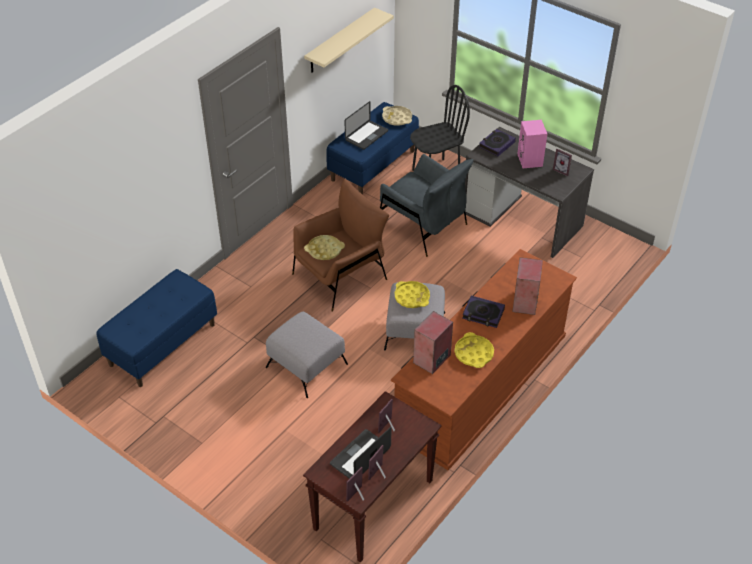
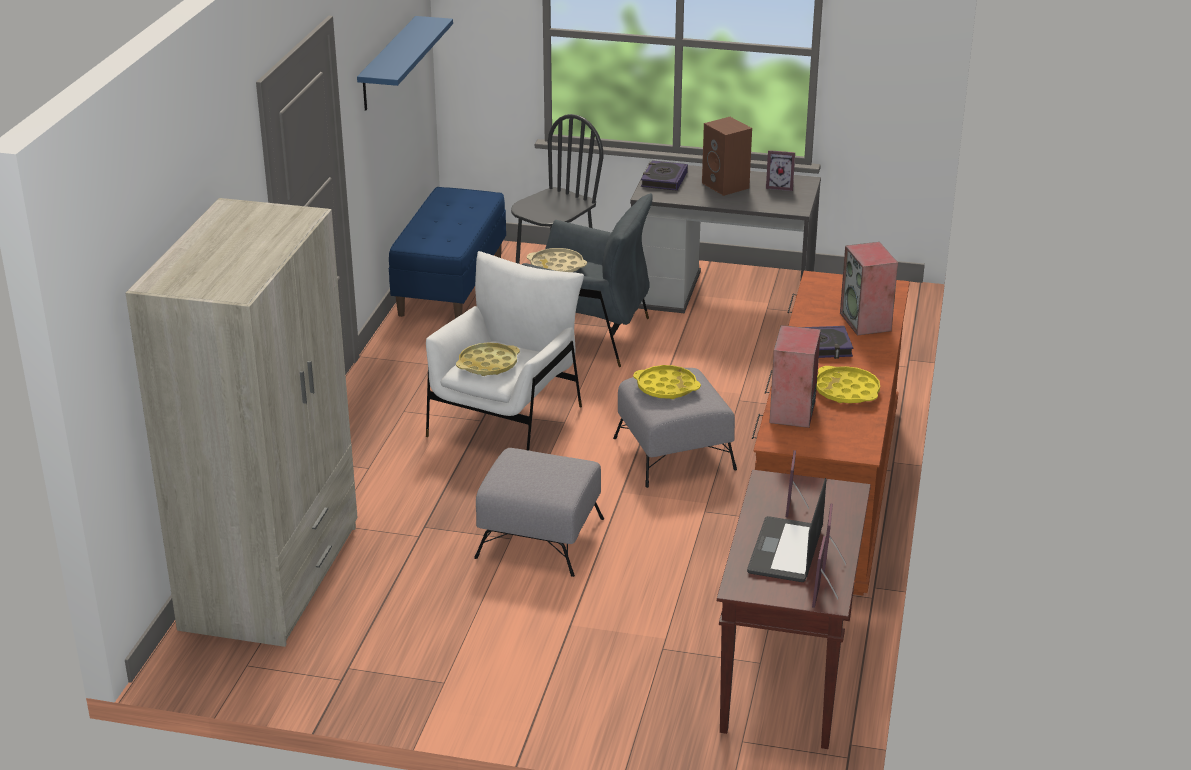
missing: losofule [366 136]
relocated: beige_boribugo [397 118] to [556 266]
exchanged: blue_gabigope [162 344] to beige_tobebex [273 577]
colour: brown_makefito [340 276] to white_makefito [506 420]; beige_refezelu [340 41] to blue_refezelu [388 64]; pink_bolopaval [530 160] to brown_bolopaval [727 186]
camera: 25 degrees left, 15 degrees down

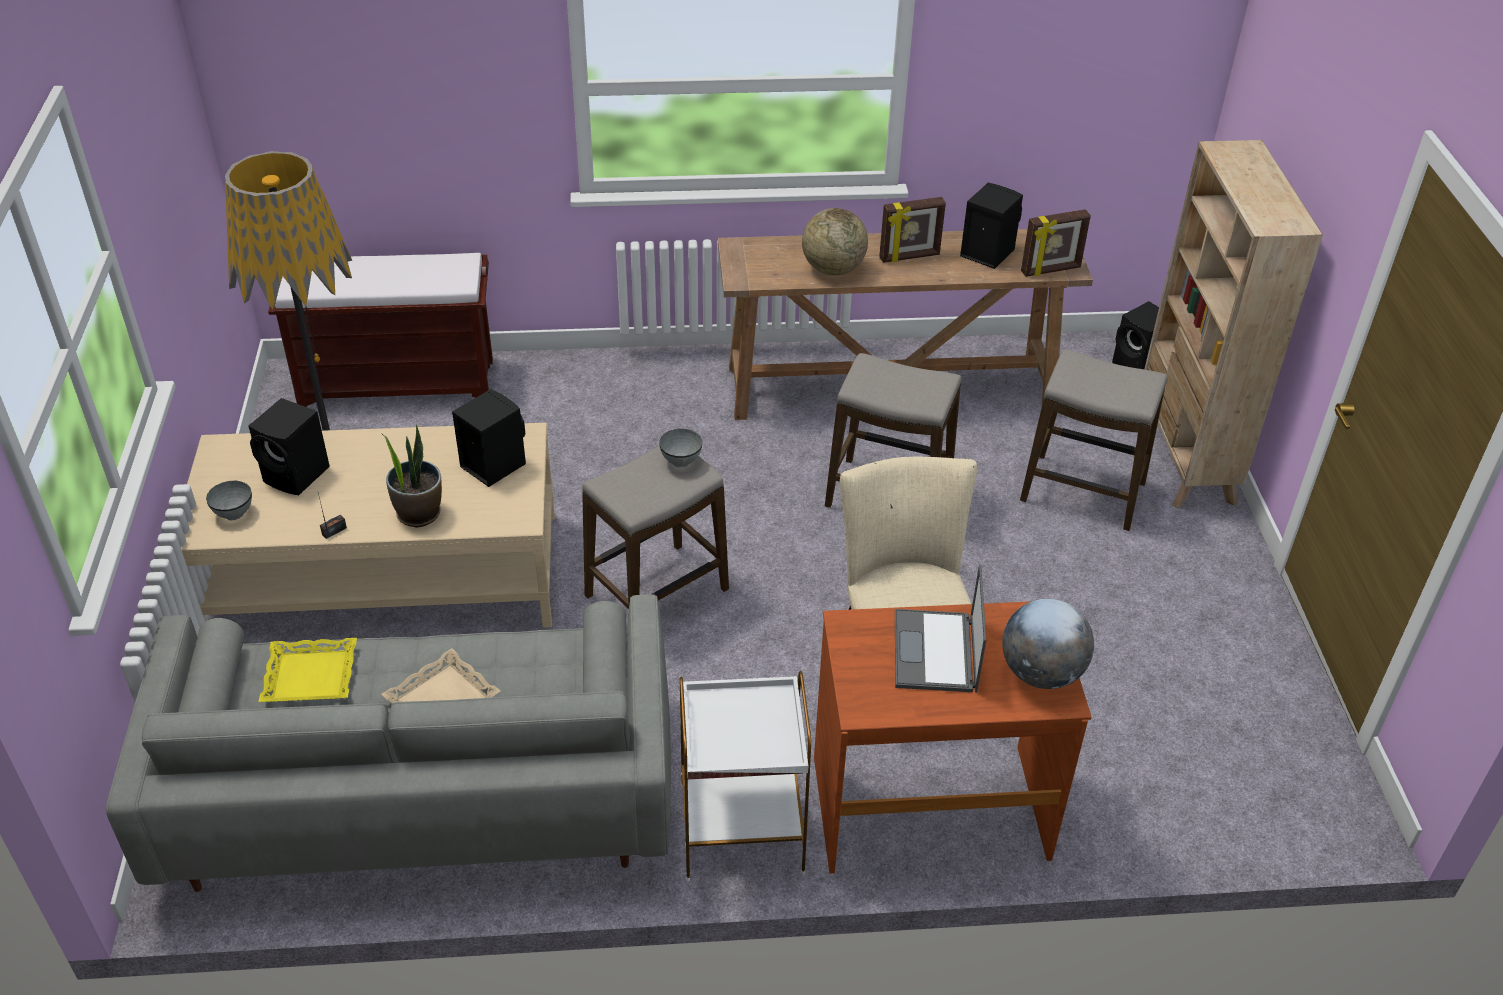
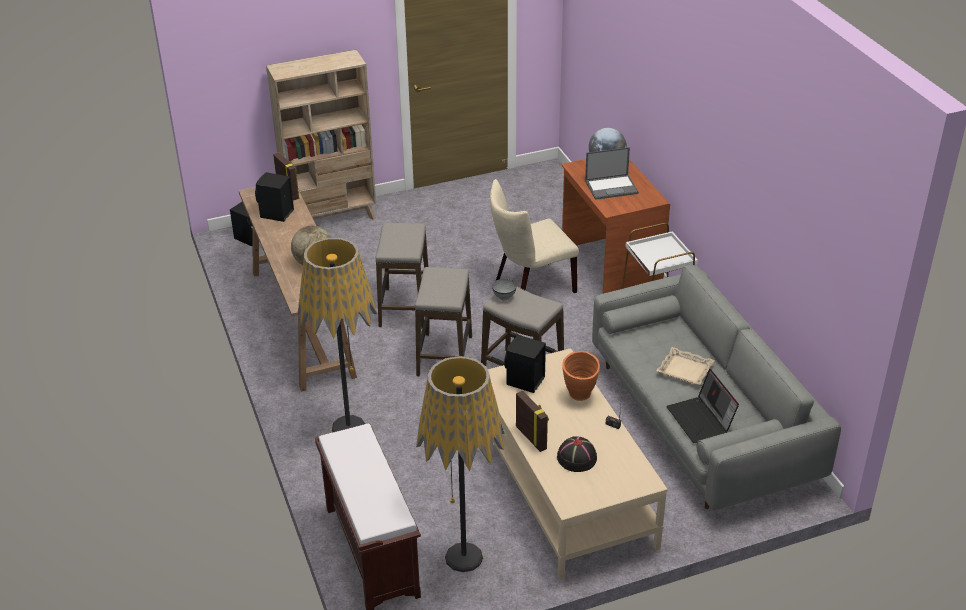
missing: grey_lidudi [233 513]
appeared: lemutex [348 427]
relocated: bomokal [909 257] to [531 437]; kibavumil [1082 492] to [444 356]
exchanged: black_bolopaval [297 476] to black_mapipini [576 458]; yellow_boribugo [310 677] to losofule [701 420]; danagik [419 513] to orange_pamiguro [580 397]
camera: 105 degrees left, 5 degrees down

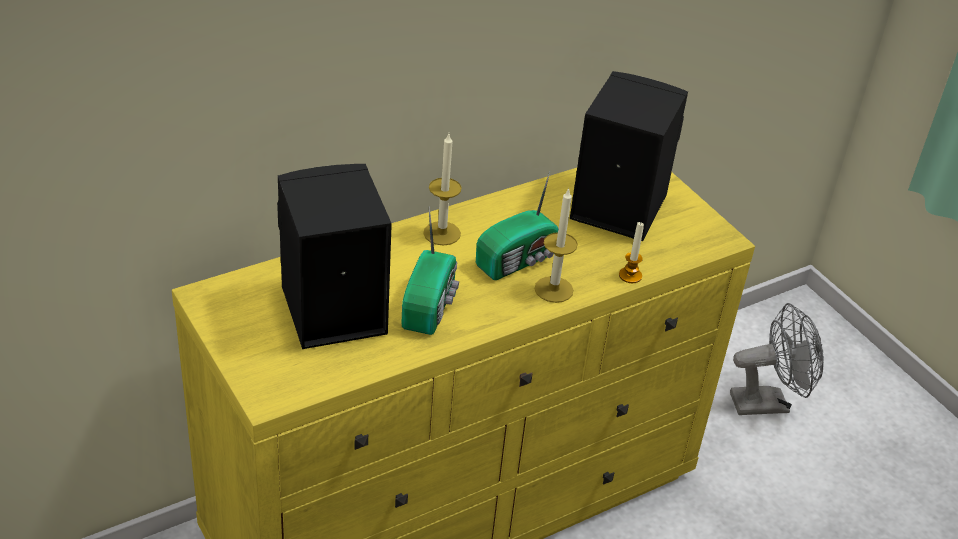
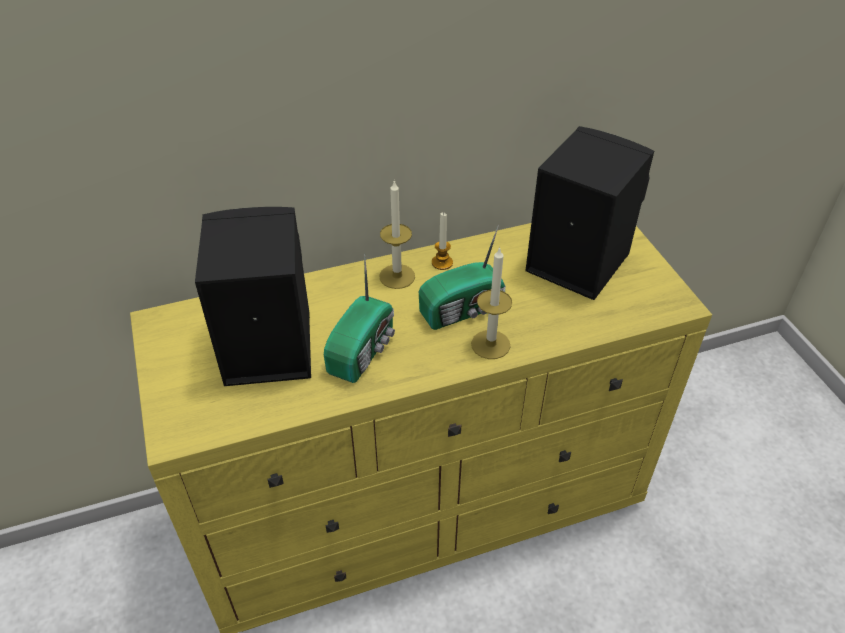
missing: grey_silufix [768 402]
relocated: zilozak [630 276] to [442 263]
camera: 15 degrees right, 5 degrees up

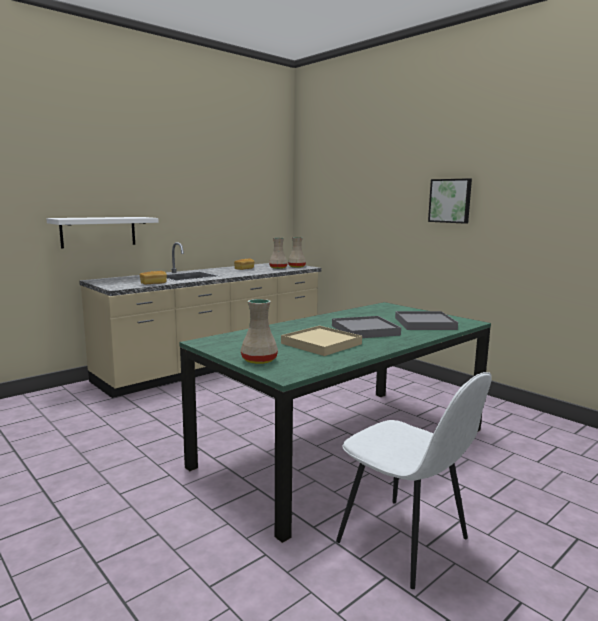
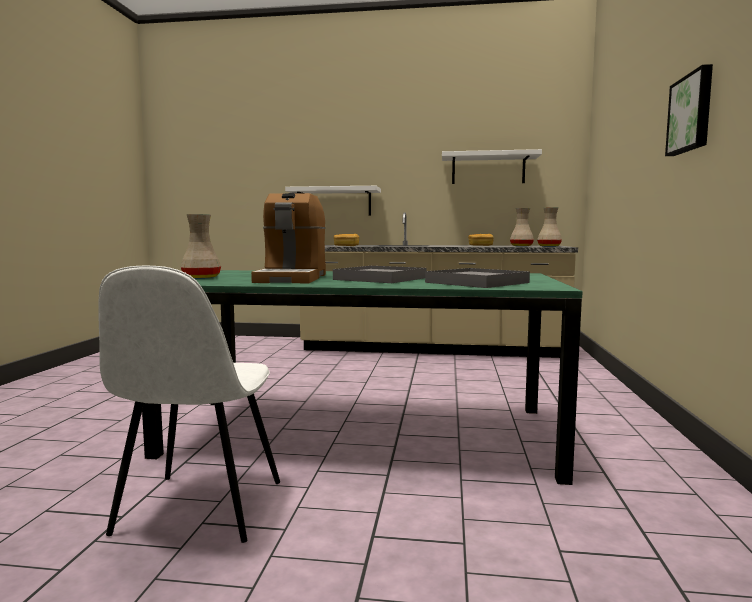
appeared: white_refezelu [488 169]
exchanged: beige_boribugo [321 344] to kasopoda [292 278]
camera: 50 degrees right, 5 degrees down

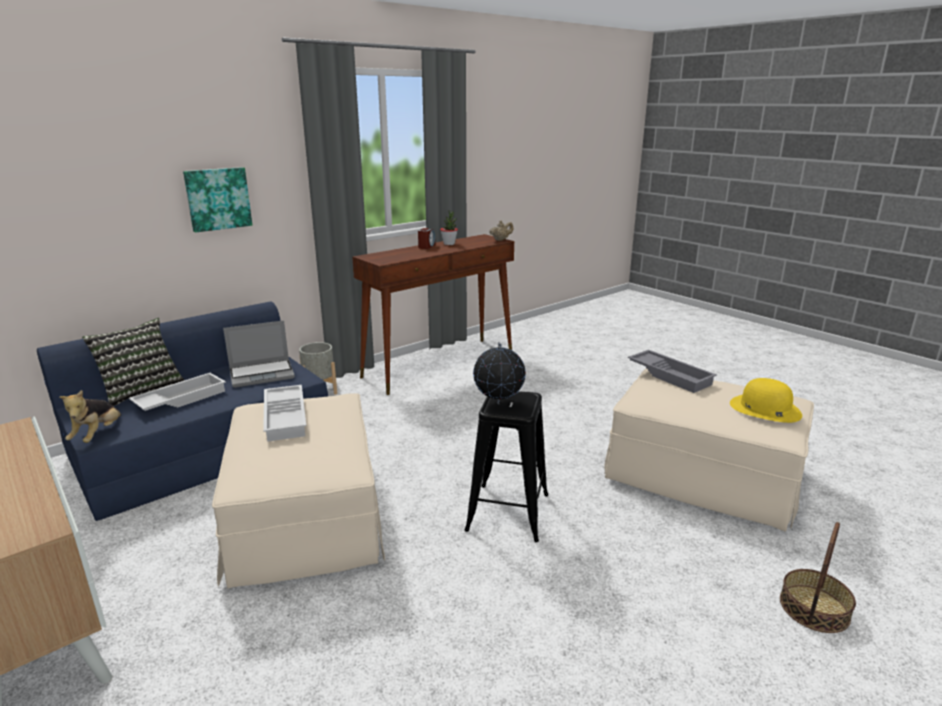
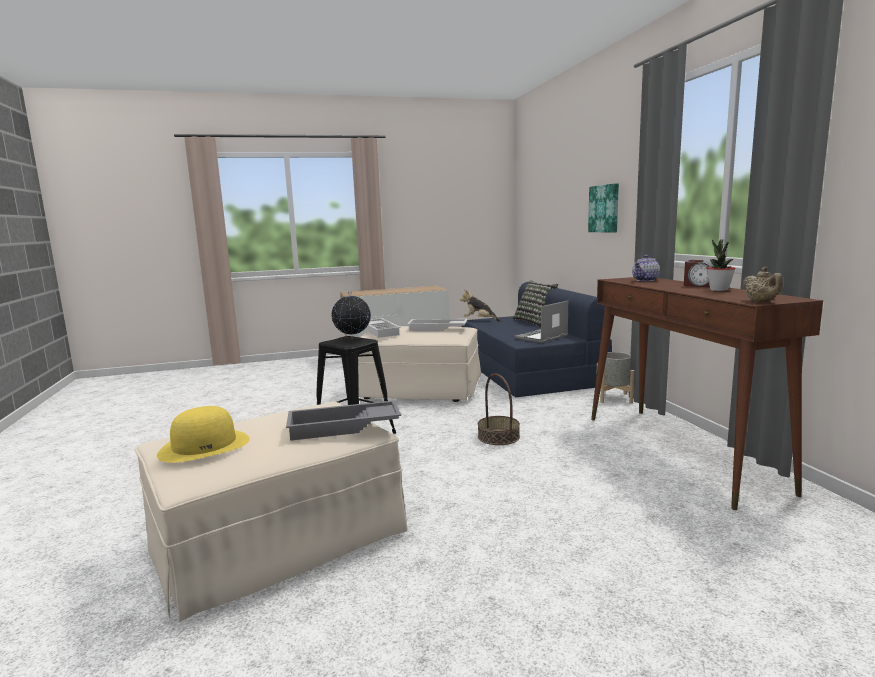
appeared: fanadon [645 280]
relocated: white_boribugo [180 399] to [381 331]; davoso [814 608] to [498 437]
spun: losofule [262 374] = [541 337] 45 degrees clockwise
camera: 115 degrees right, 10 degrees down

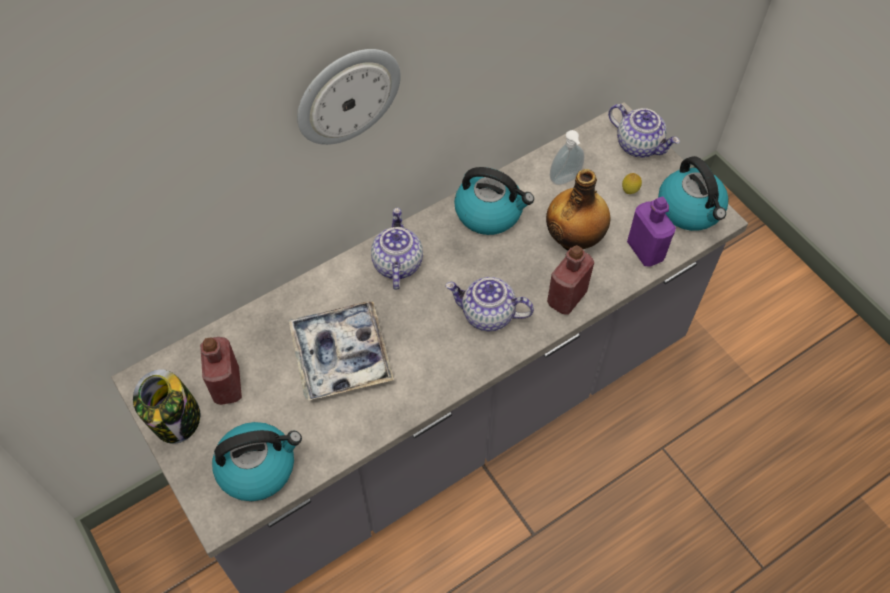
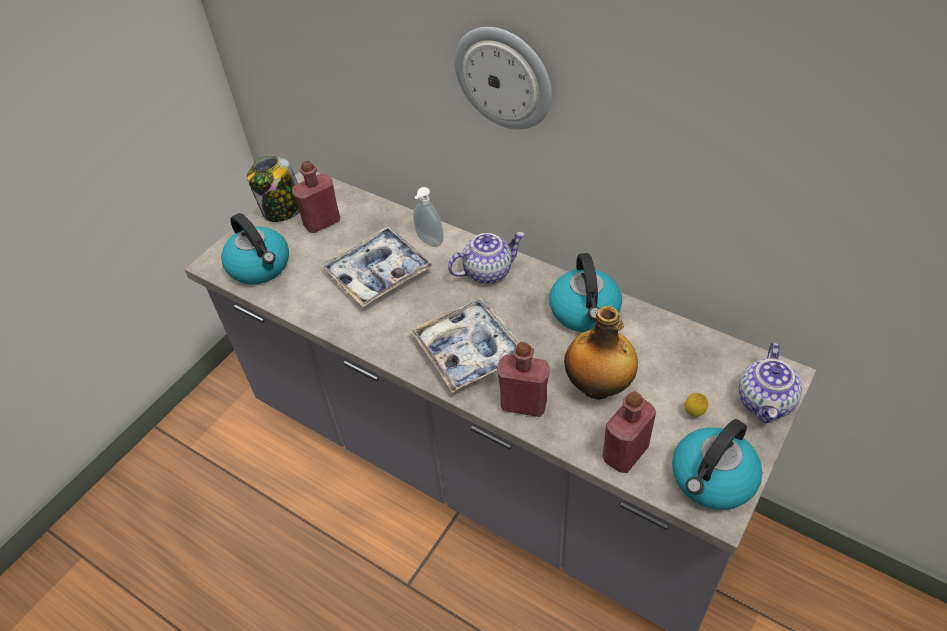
relocated: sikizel [565 180] to [429 242]
exchanged: fanadon [487 315] to boribugo [469 351]
colour: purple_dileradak [645 250] to red_dileradak [625 453]
camera: 70 degrees right, 10 degrees down

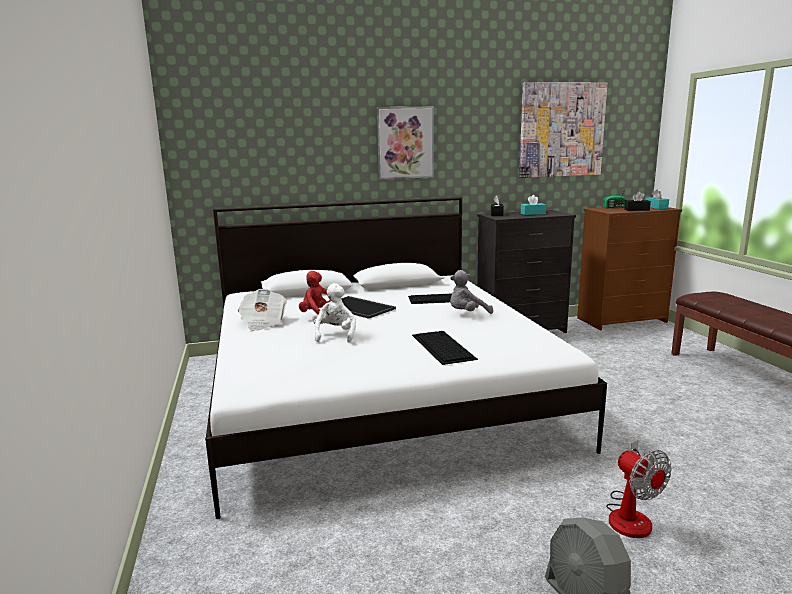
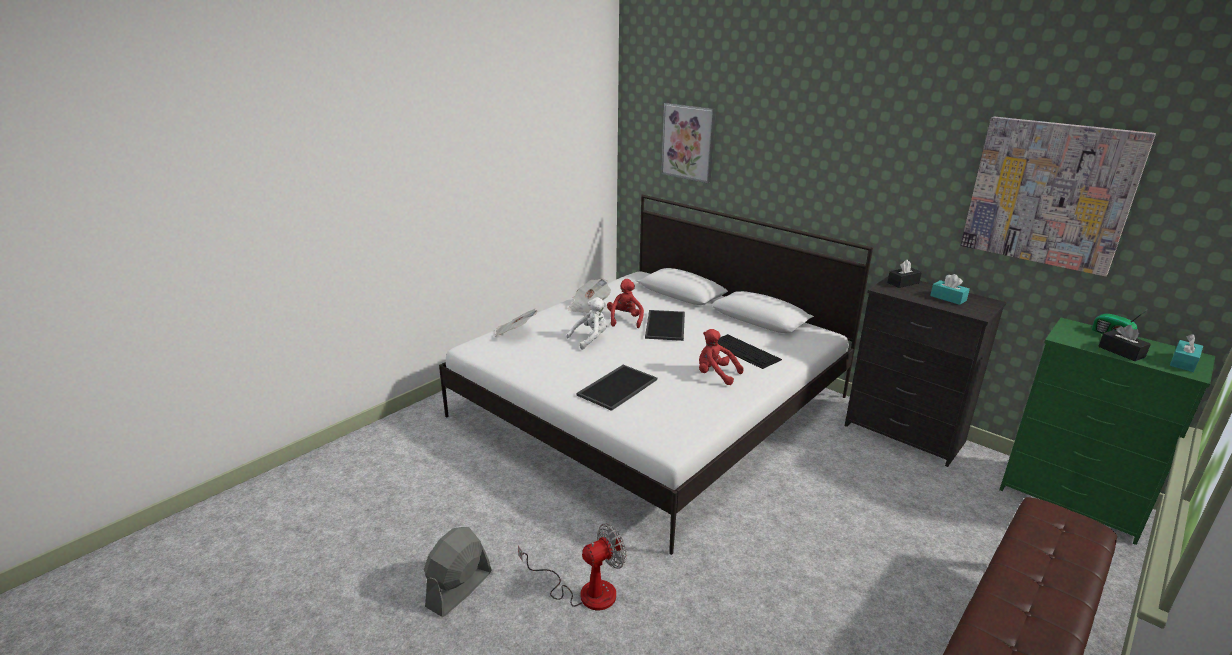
appeared: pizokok [515 333]
relocated: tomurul [405 143] to [688 142]
exchanged: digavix [442 346] to boribugo [617 386]
colour: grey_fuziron [467 314] to red_fuziron [715 374]; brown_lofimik [622 320] to green_lofimik [1072 501]
spun: silufix [631 514] = [585 591] 150 degrees counterclockwise
camera: 55 degrees right, 10 degrees up

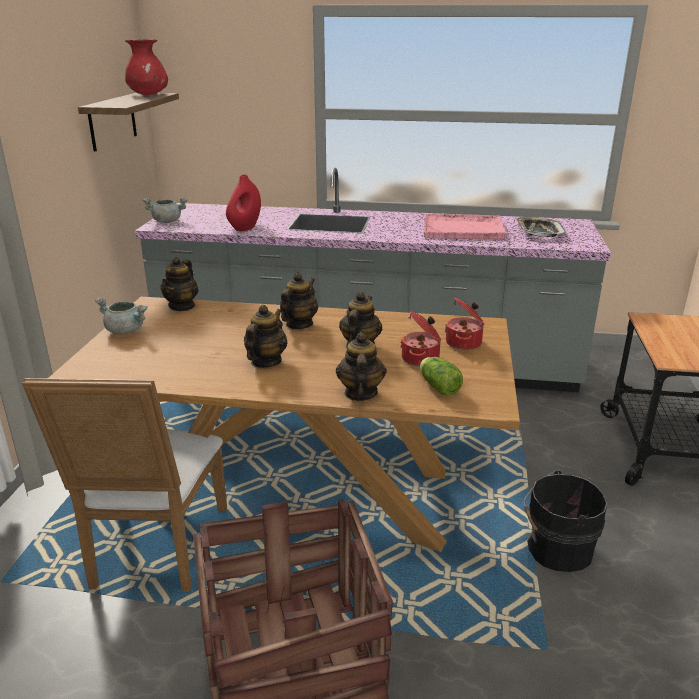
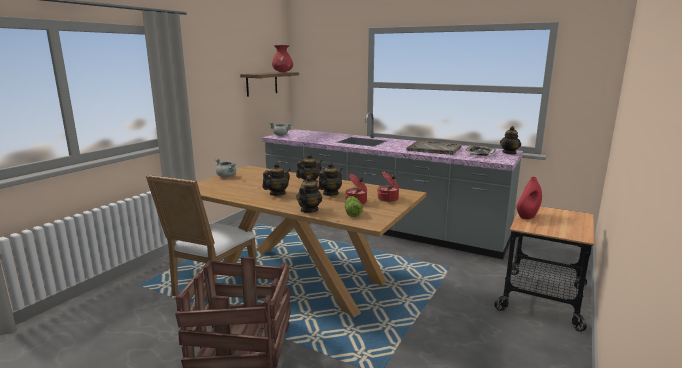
missing: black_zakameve [556 549]
relocated: fanadon [182 306] to [509 153]; red_pamiguro [245 228] to [527 217]
colour: pink_boribugo [464 229] to grey_boribugo [434 149]
camera: 20 degrees right, 10 degrees down

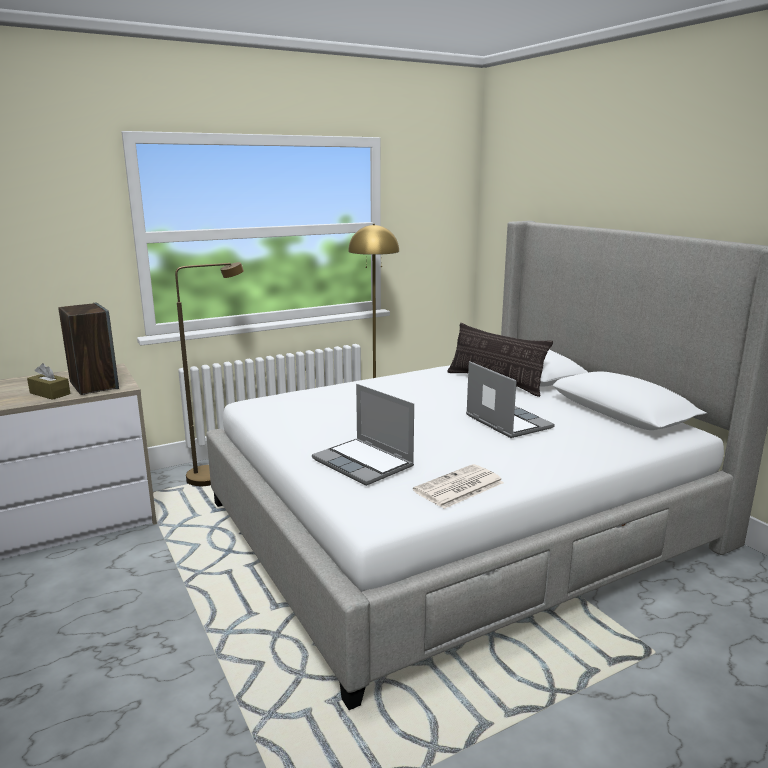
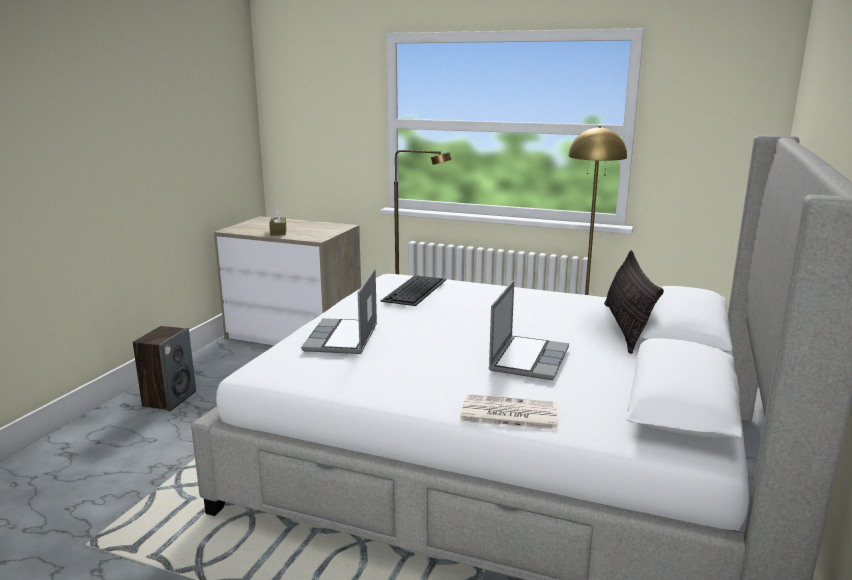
appeared: digavix [414 290]
relocated: bolopaval [93 385] to [169 399]; pizokok [458 487] to [507 413]
camera: 50 degrees right, 0 degrees up

